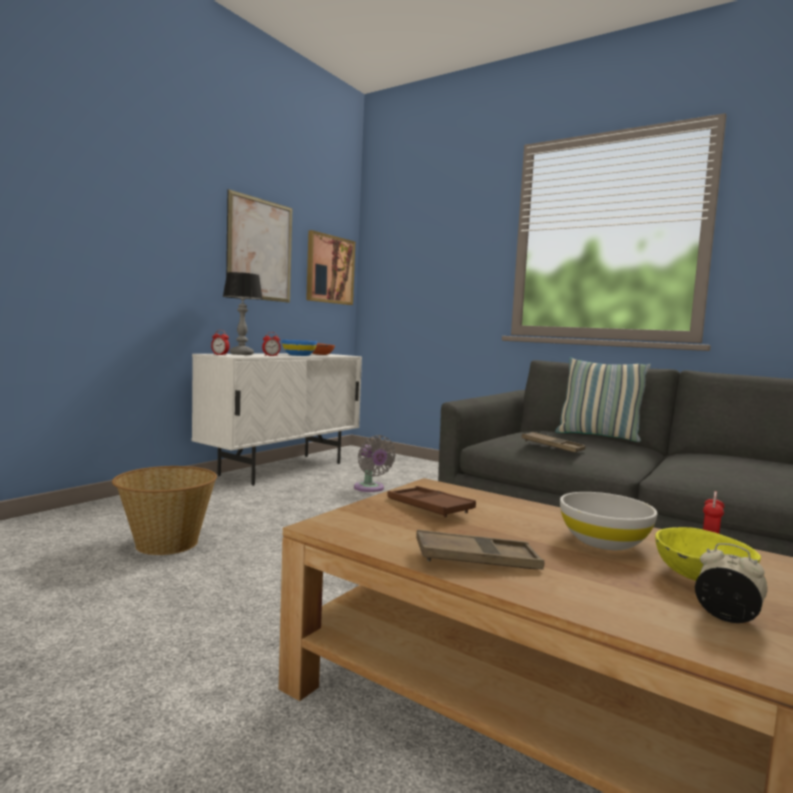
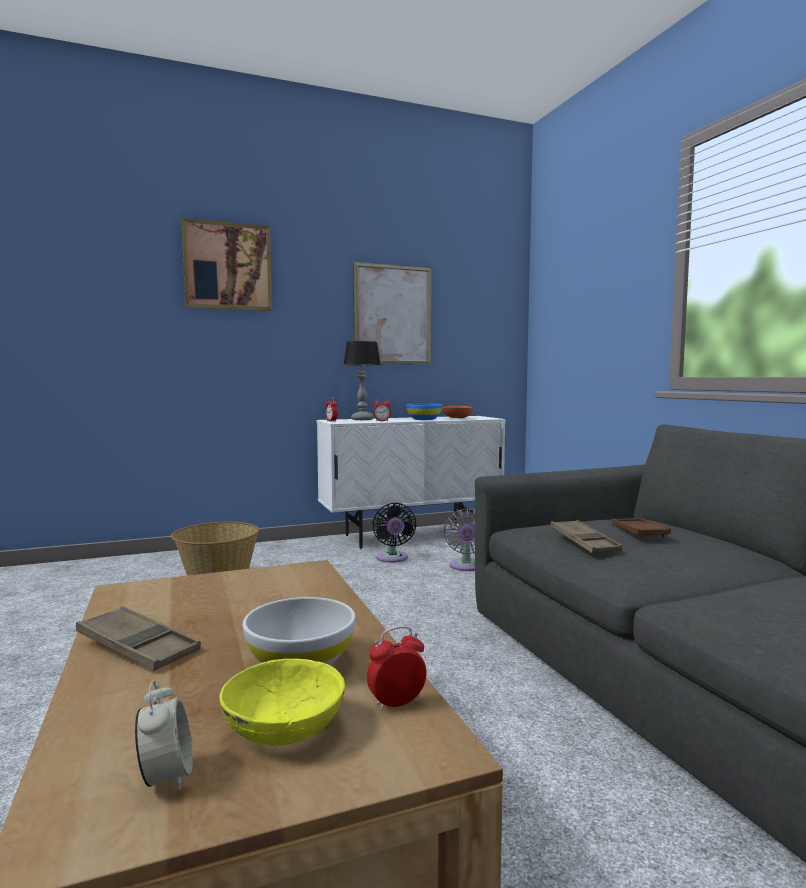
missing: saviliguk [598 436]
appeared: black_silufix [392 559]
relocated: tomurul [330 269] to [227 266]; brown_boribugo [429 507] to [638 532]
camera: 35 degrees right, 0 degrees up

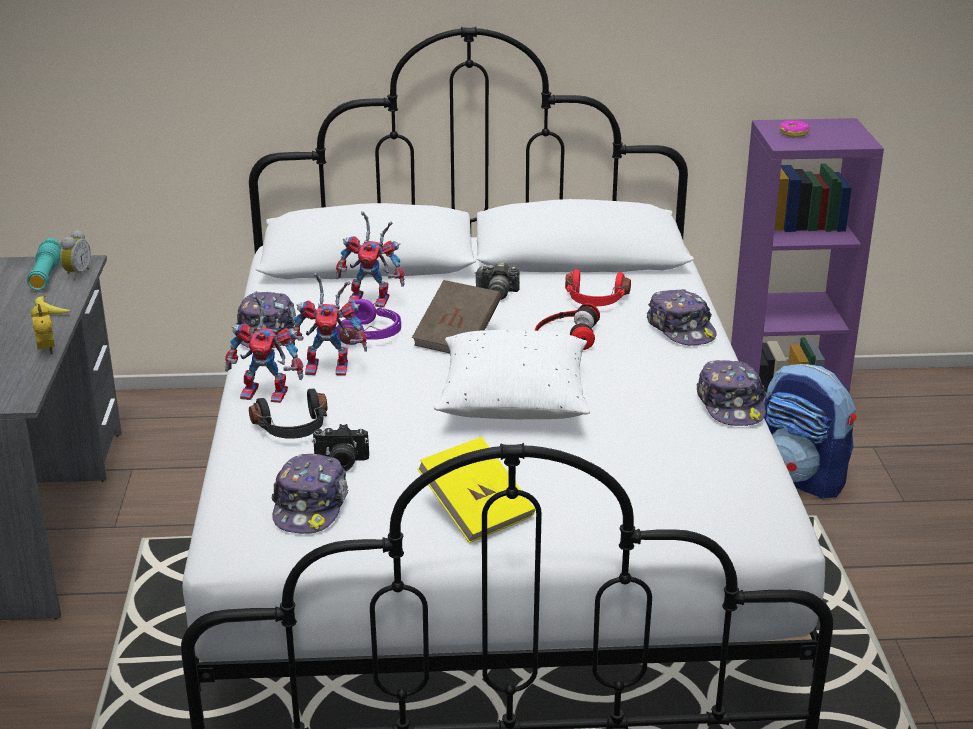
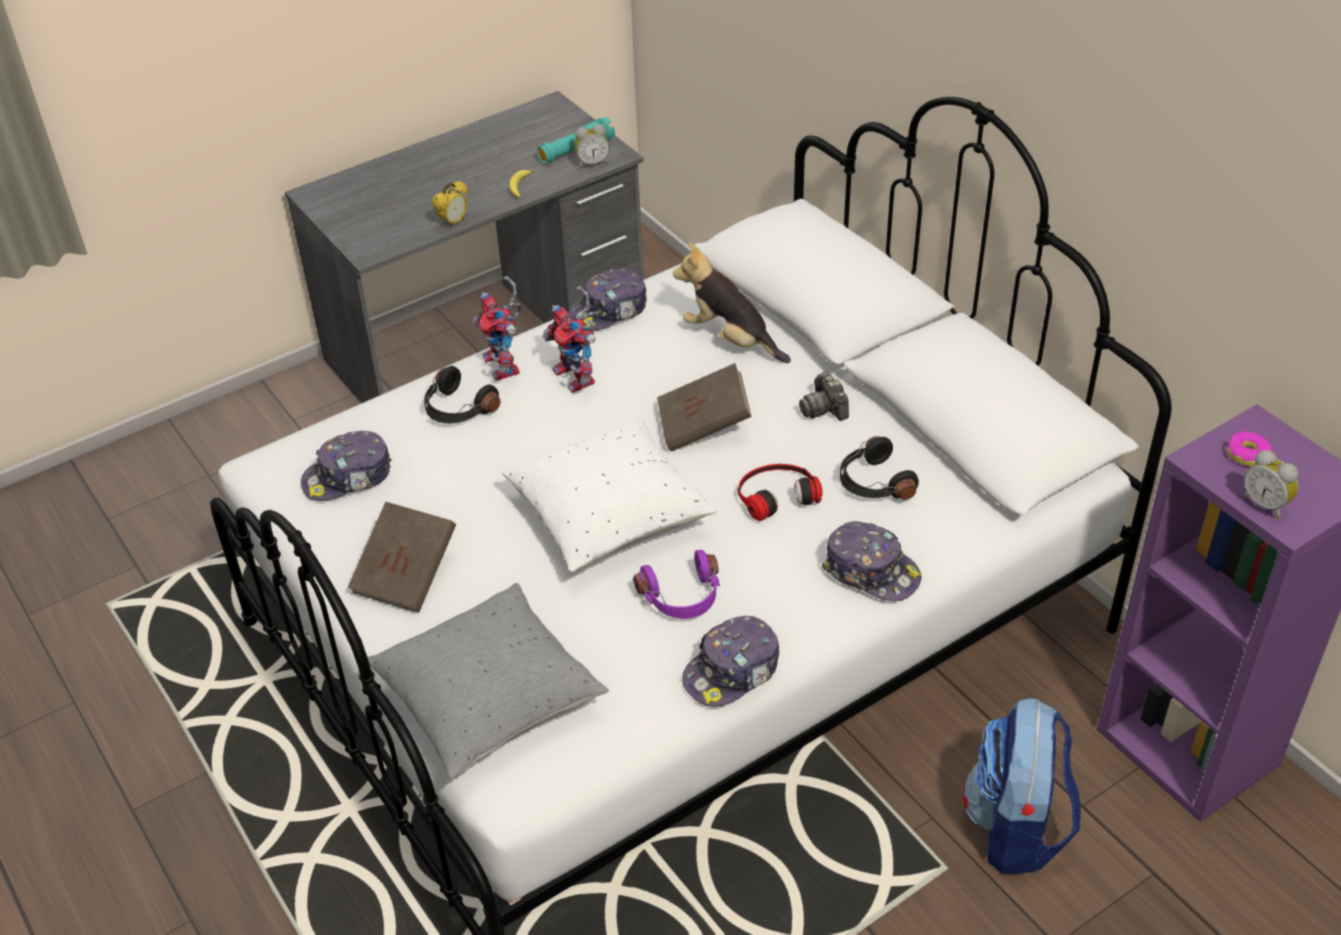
missing: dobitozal [341 462]
appeared: grey_saviliguk [489 700]; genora [1266 504]
relocated: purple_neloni [372 335] to [682 598]
exchanged: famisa [373 300] to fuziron [730 340]
colour: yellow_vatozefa [476 510] to brown_vatozefa [406 575]; red_neloni [595 301] to black_neloni [873 483]
spun: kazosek [681 329] = [871 571] 90 degrees counterclockwise
camera: 60 degrees right, 15 degrees up

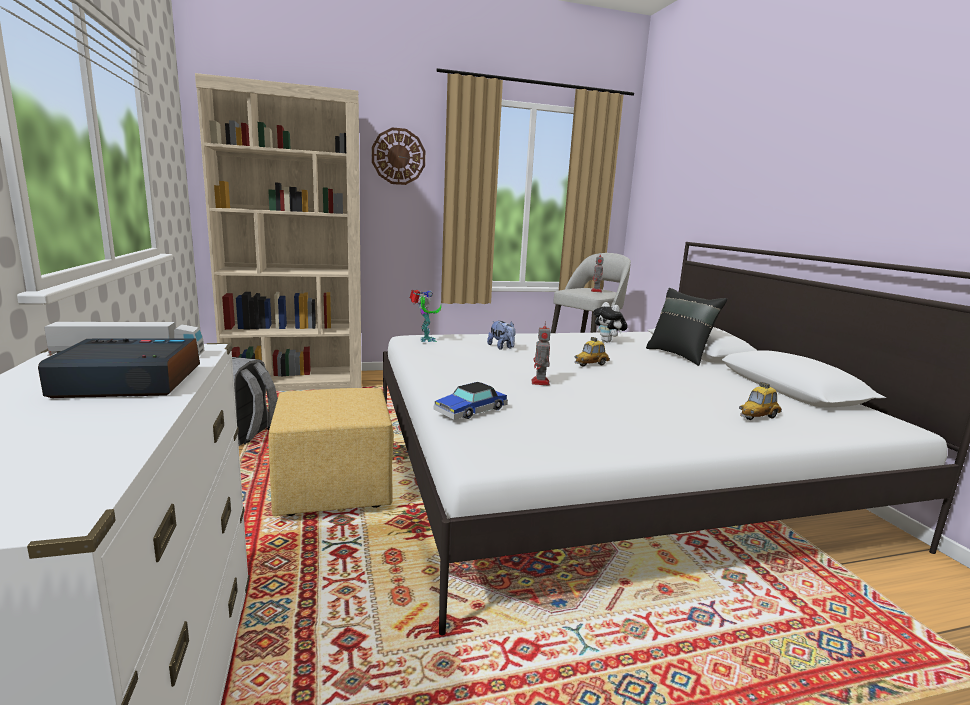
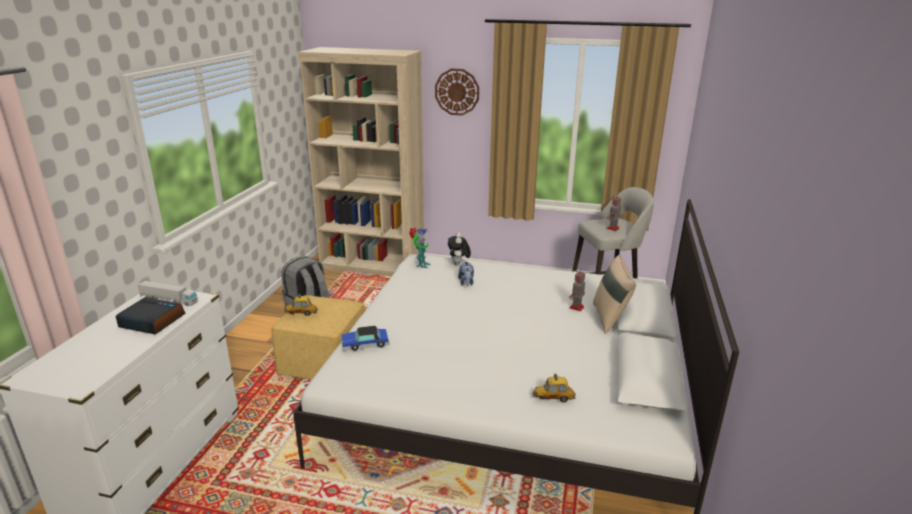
relocated: famisa [540 383] to [576 308]; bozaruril [591 364] to [301 313]; fuziron [608 341] to [458 264]
colour: black_saviliguk [680 355] to beige_saviliguk [610 318]
camera: 30 degrees right, 10 degrees up

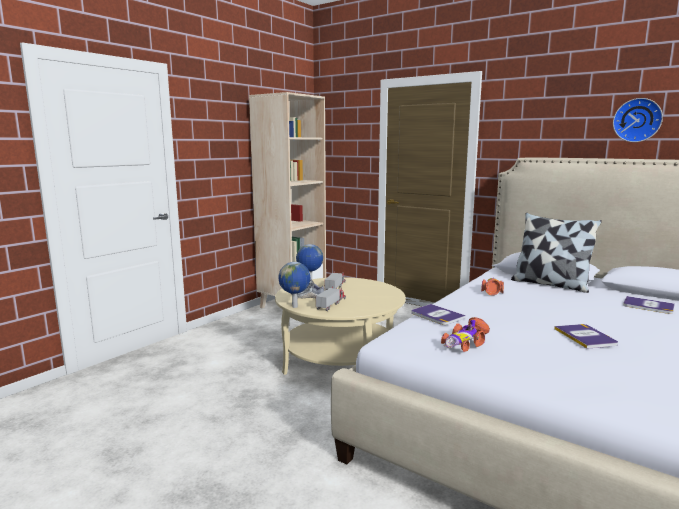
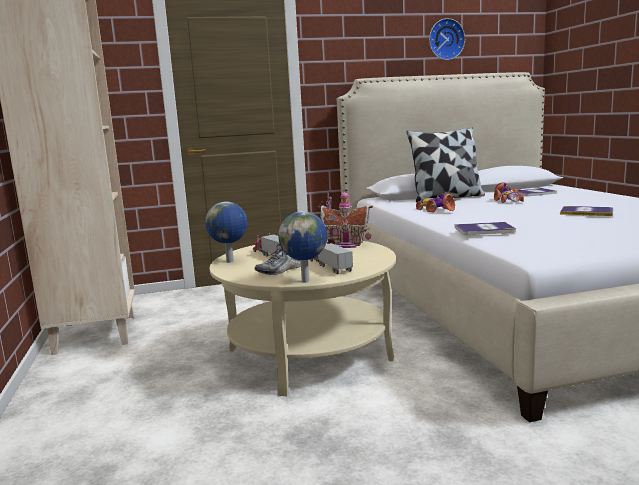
appeared: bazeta [345 245]
relocated: bozaruril [464 343] to [507 200]
camera: 50 degrees left, 0 degrees up

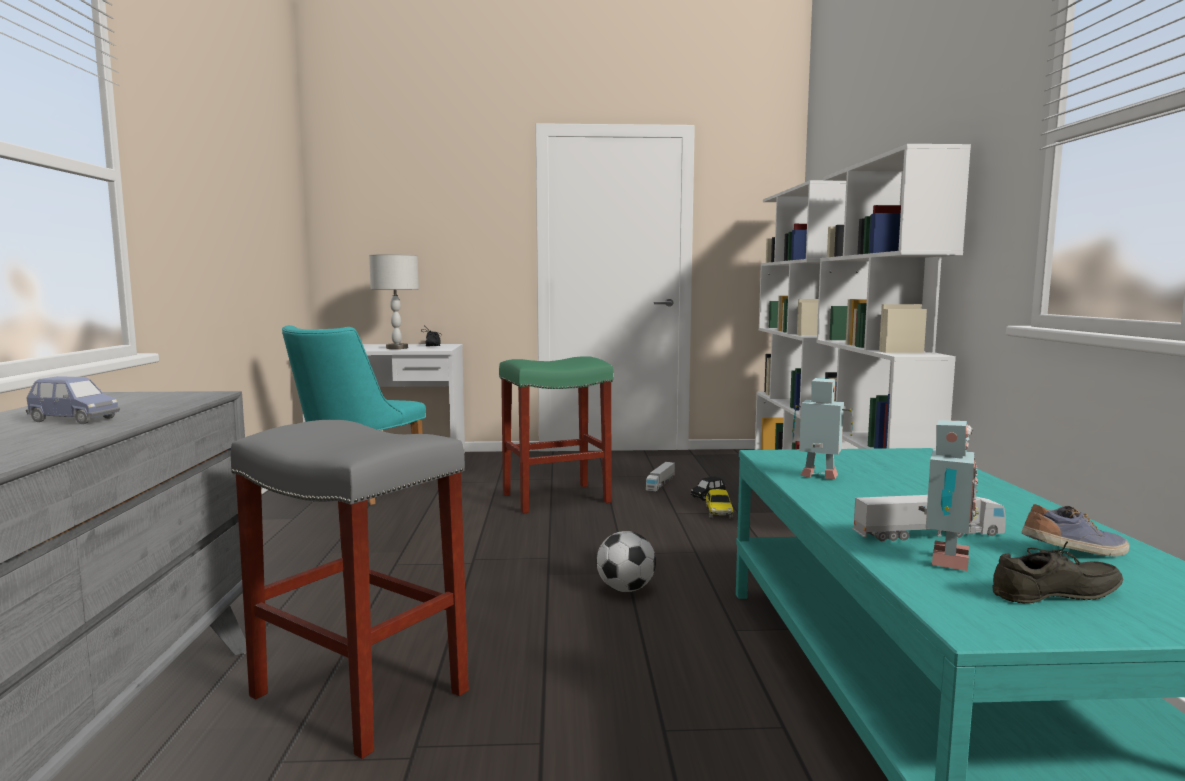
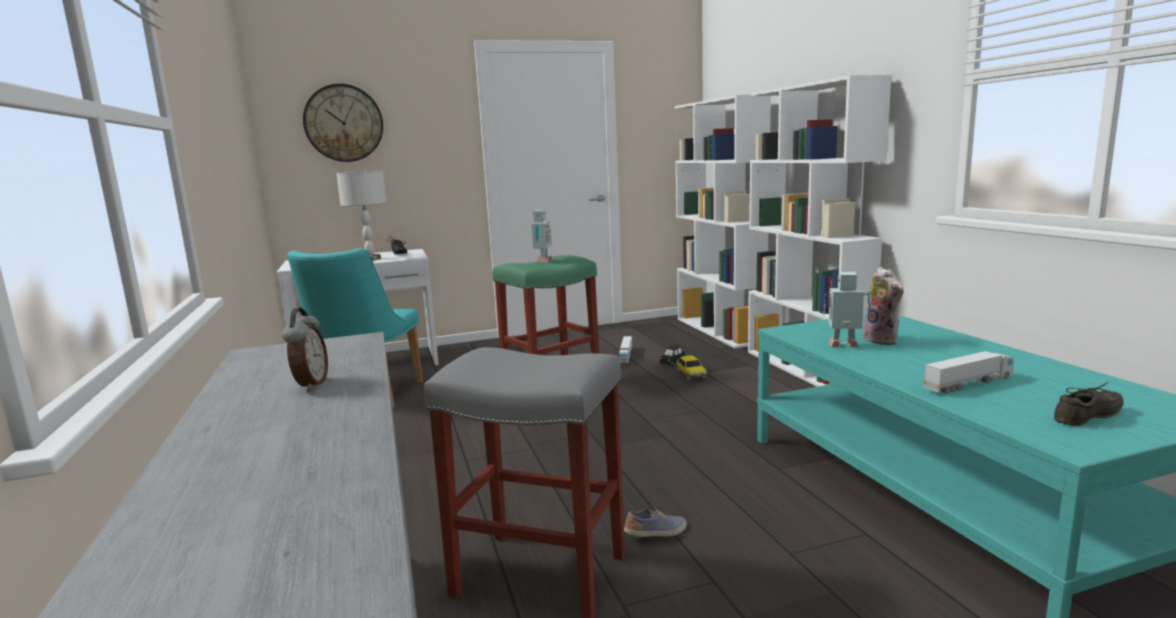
missing: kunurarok [625 589]
appeared: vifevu [343 123]; fuziron [883 340]
relocated: famisa [944 561] to [542 261]; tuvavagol [1076 552] to [656 534]
exchanged: blue_bozaruril [74 420] to genora [310 384]
camera: 15 degrees left, 5 degrees up

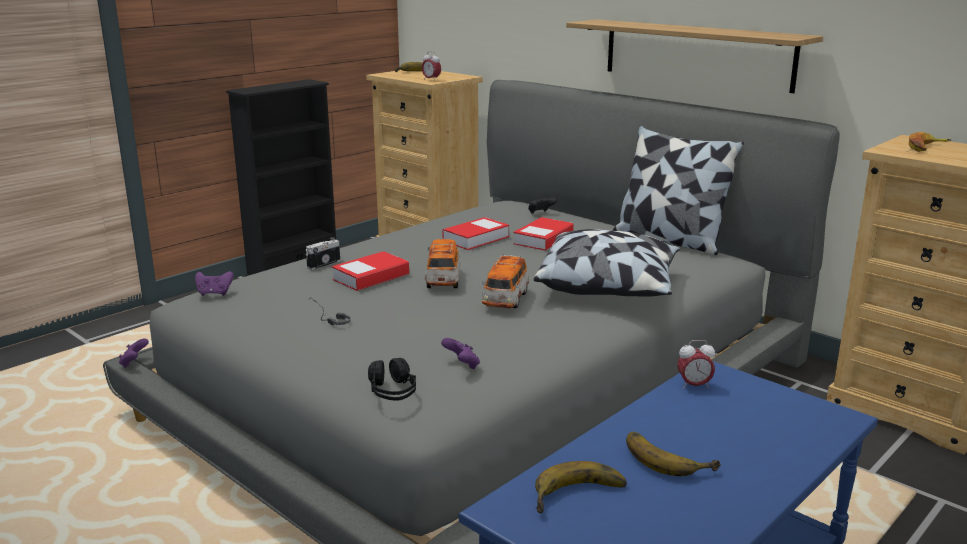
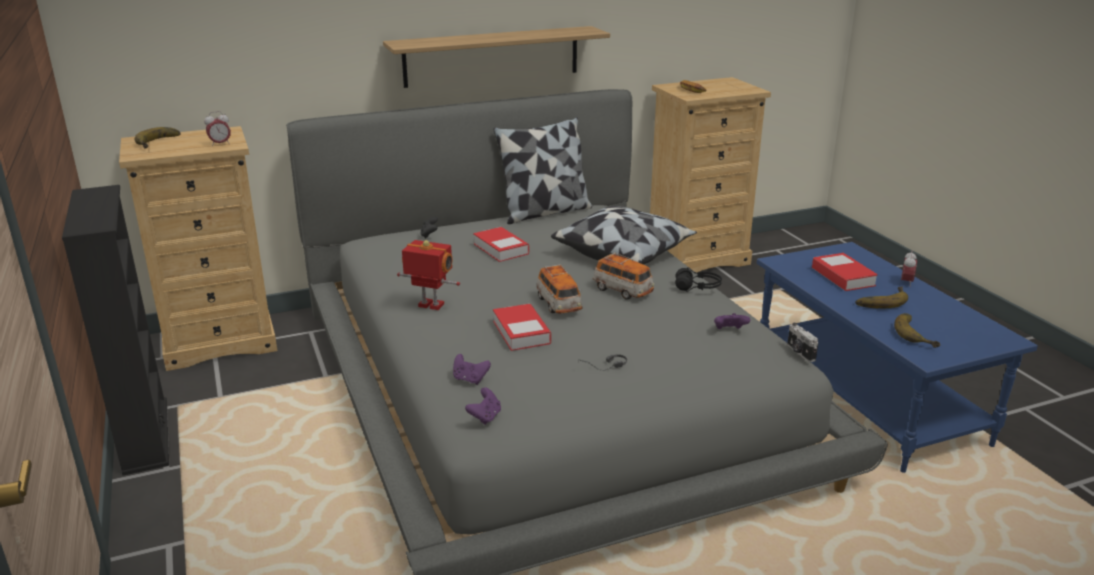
appeared: famisa [430 306]
relocated: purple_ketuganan [134 363] to [470 379]; dobitozal [323 264] to [799 352]; black_neloni [393 392] to [697 287]; vatozefa [476 239] to [843 277]; genora [694 386] to [906 282]
spun: bozaruril [443 280] = [558 304] 135 degrees counterclockwise
camera: 65 degrees left, 5 degrees up

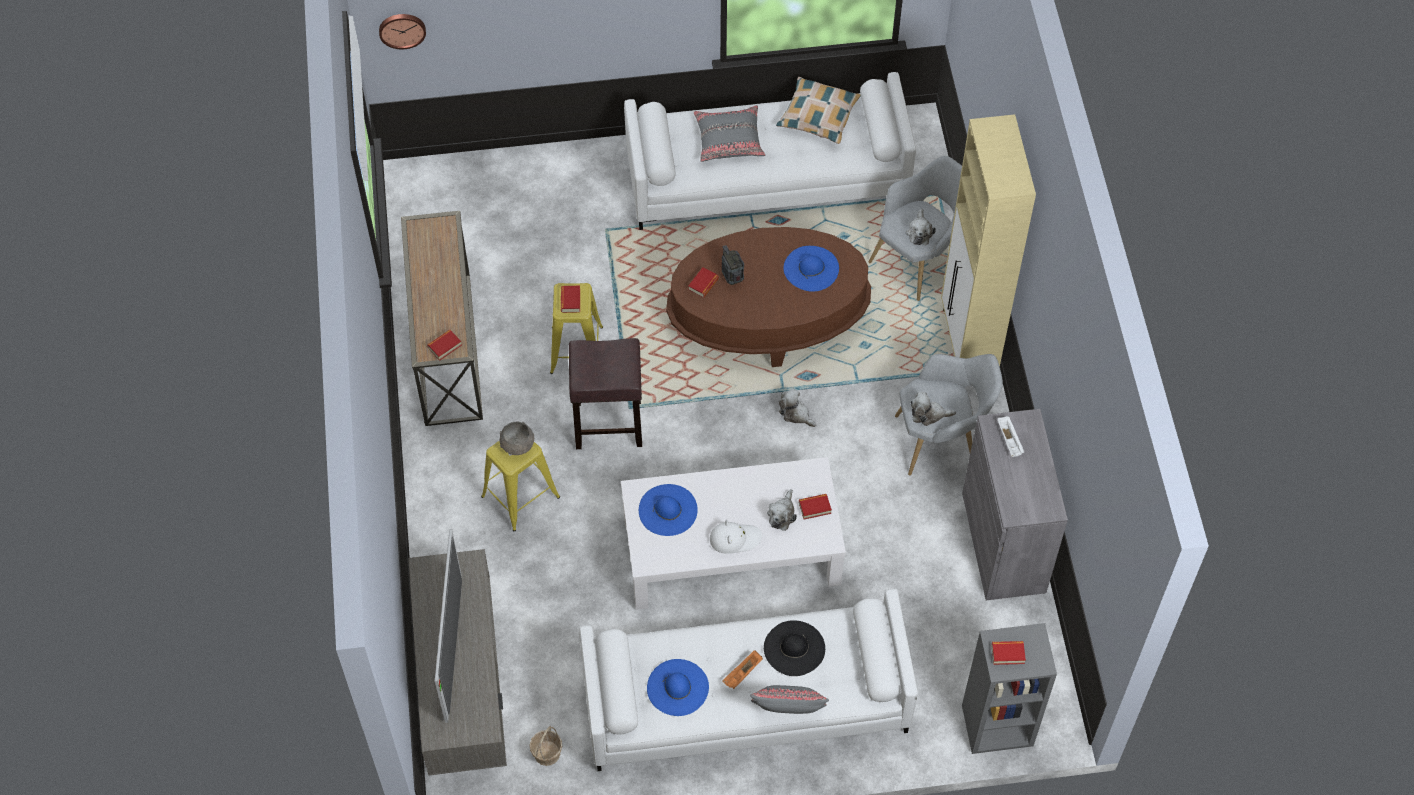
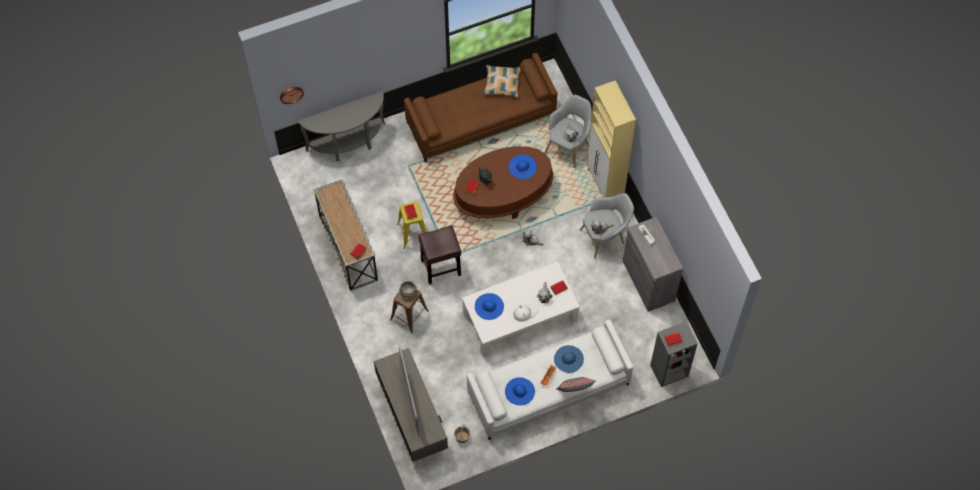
missing: grey_saviliguk [729 139]
appeared: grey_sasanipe [349 144]
colour: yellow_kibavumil [520 497] to brown_kibavumil [409 315]; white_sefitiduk [768 177] to brown_sefitiduk [481 118]; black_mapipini [794 648] to blue_mapipini [568 359]
camera: 15 degrees left, 5 degrees up

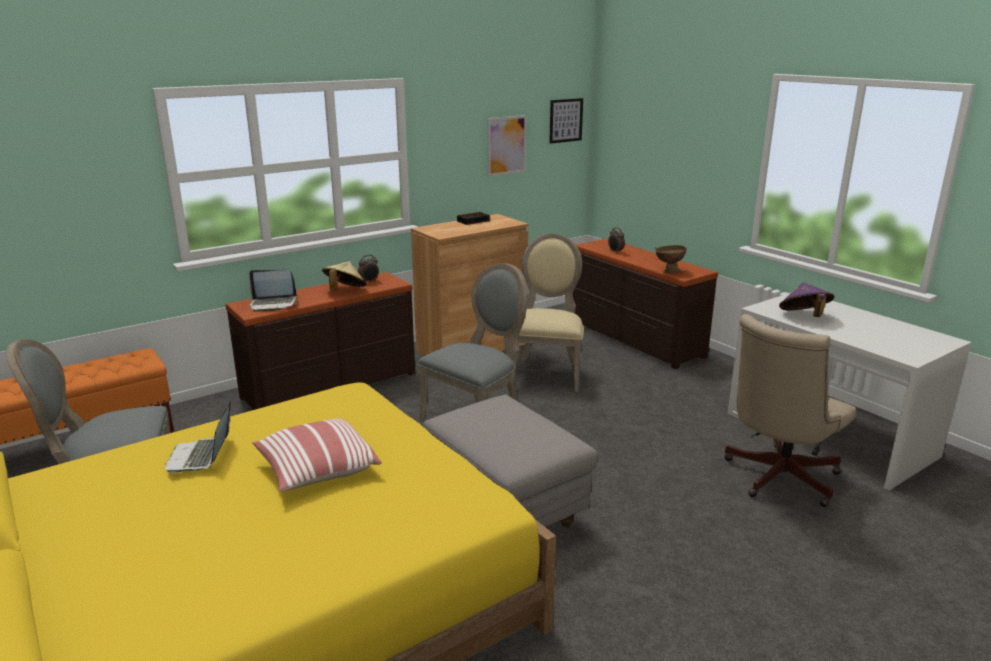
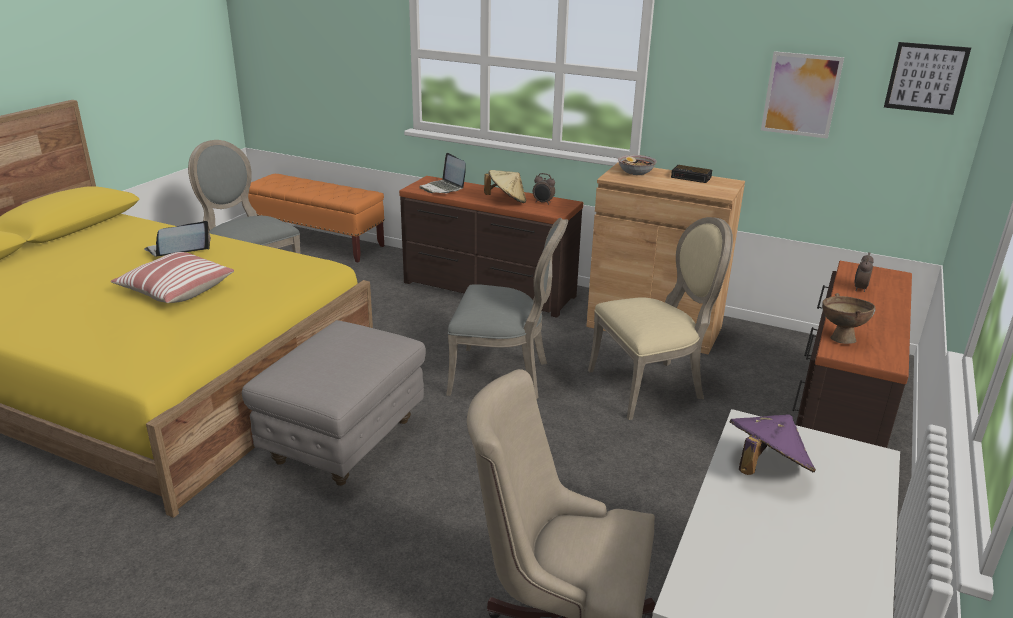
appeared: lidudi [636 172]
camera: 60 degrees right, 5 degrees up

